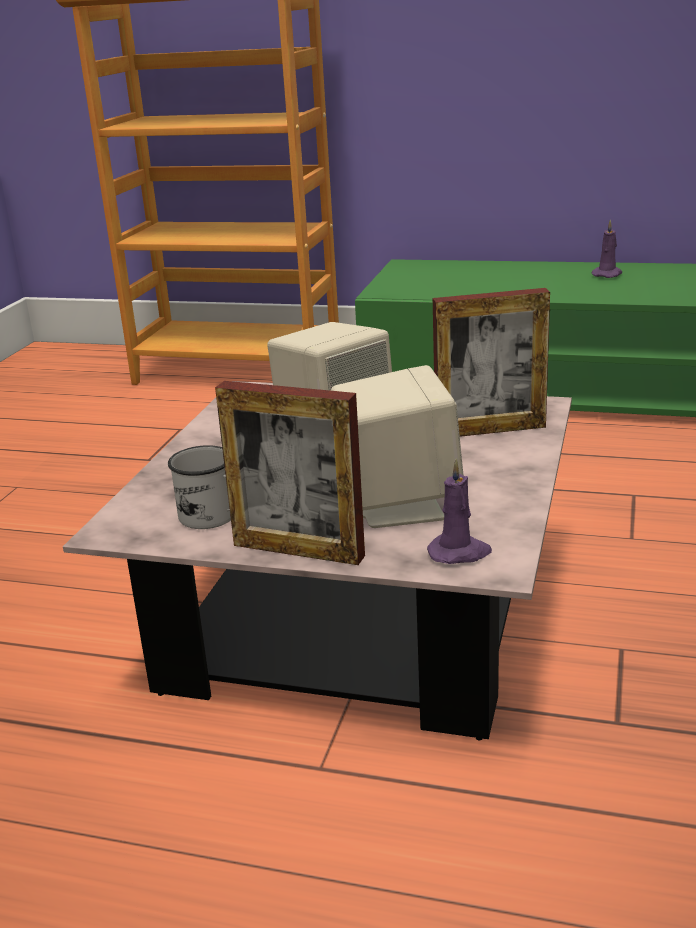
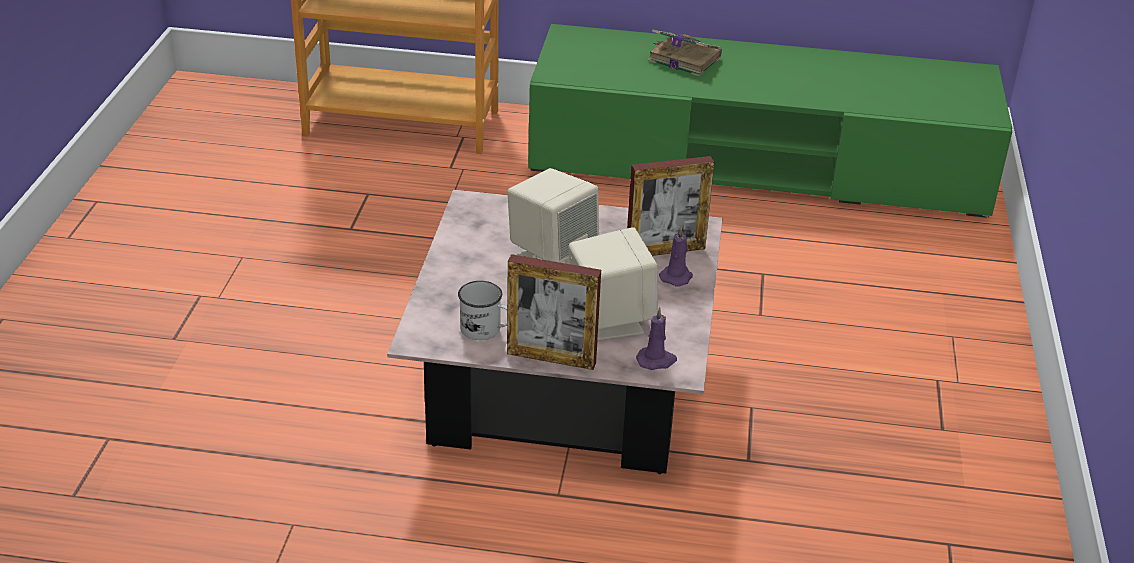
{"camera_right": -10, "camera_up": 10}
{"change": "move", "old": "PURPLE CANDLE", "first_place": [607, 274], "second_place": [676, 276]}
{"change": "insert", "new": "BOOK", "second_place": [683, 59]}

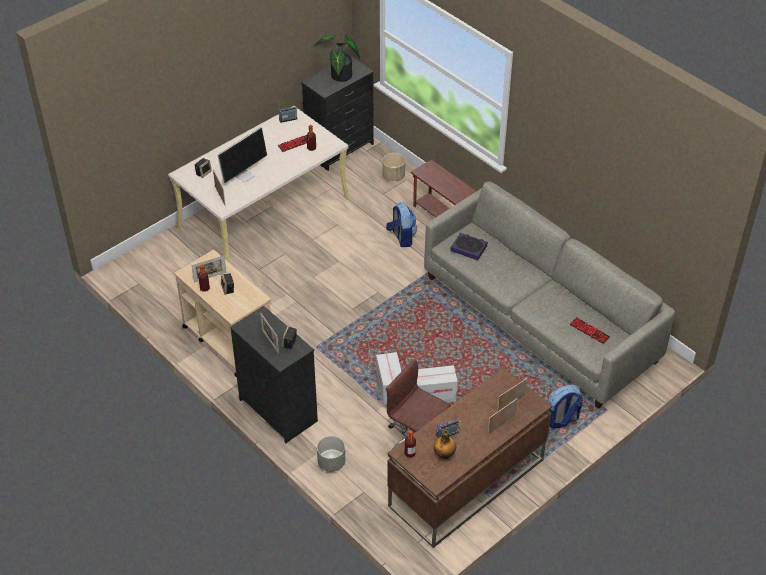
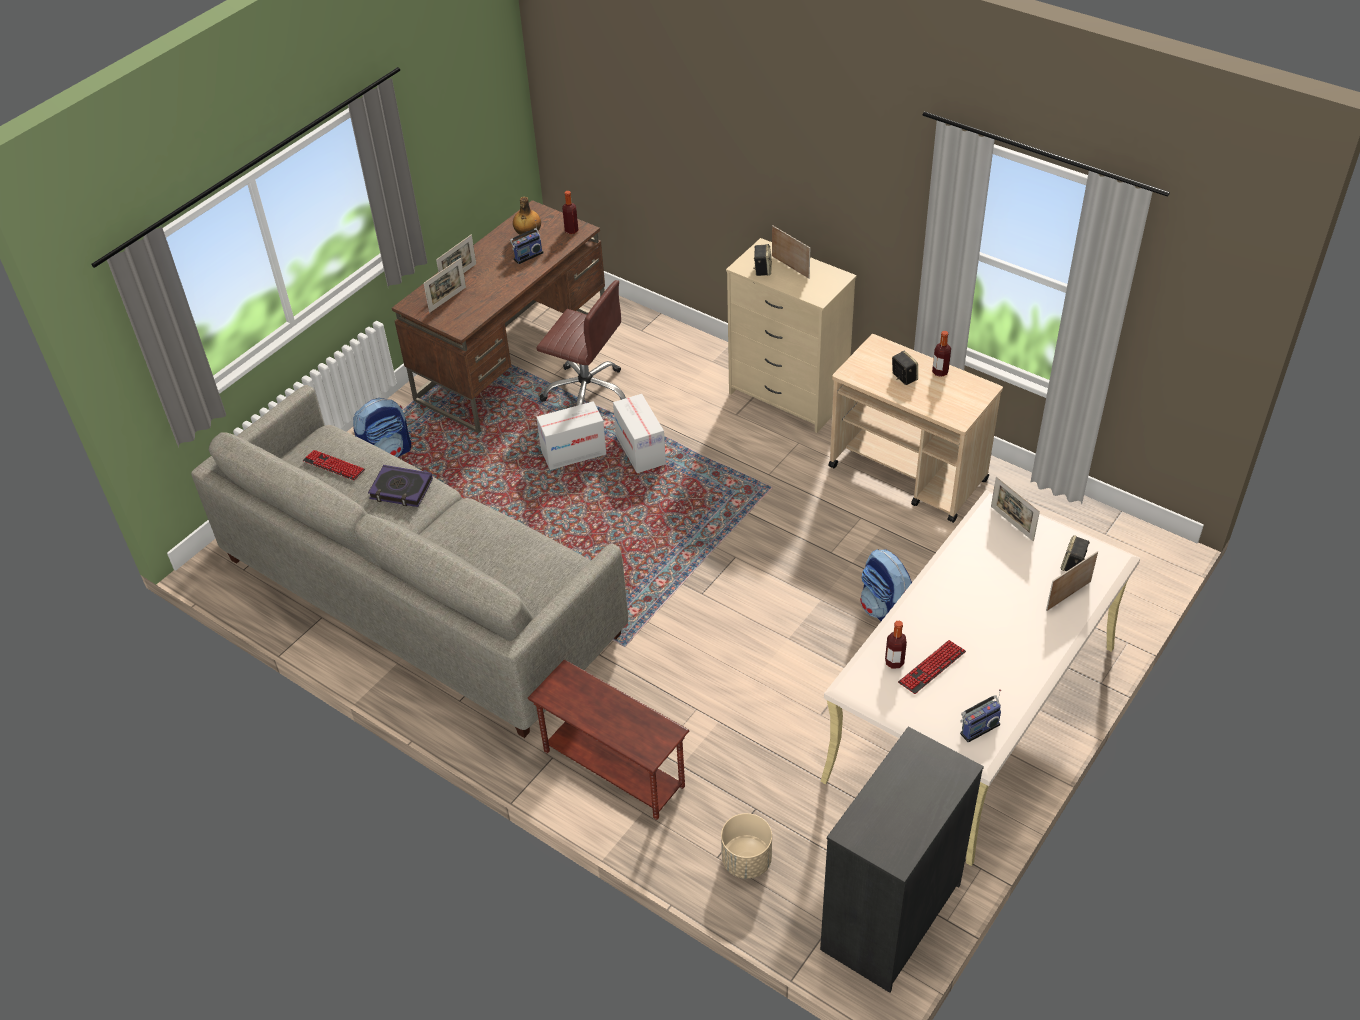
{"camera_right": 170, "camera_up": 0}
{"change": "move", "old": "PICTURE FRAME", "first_place": [210, 277], "second_place": [1068, 596]}
{"change": "delete", "old": "MONITOR", "first_place": [244, 175]}
{"change": "recolor", "old": "BLACK DRESSER", "new": "BEIGE DRESSER", "first_place": [278, 410], "second_place": [787, 397]}
{"change": "delete", "old": "POTTED PLANT", "first_place": [339, 77]}
{"change": "delete", "old": "GREY PLANTER", "first_place": [331, 463]}
{"change": "move", "old": "BACKPACK", "first_place": [401, 237], "second_place": [886, 611]}
{"change": "move", "old": "BOOK", "first_place": [469, 248], "second_place": [401, 489]}

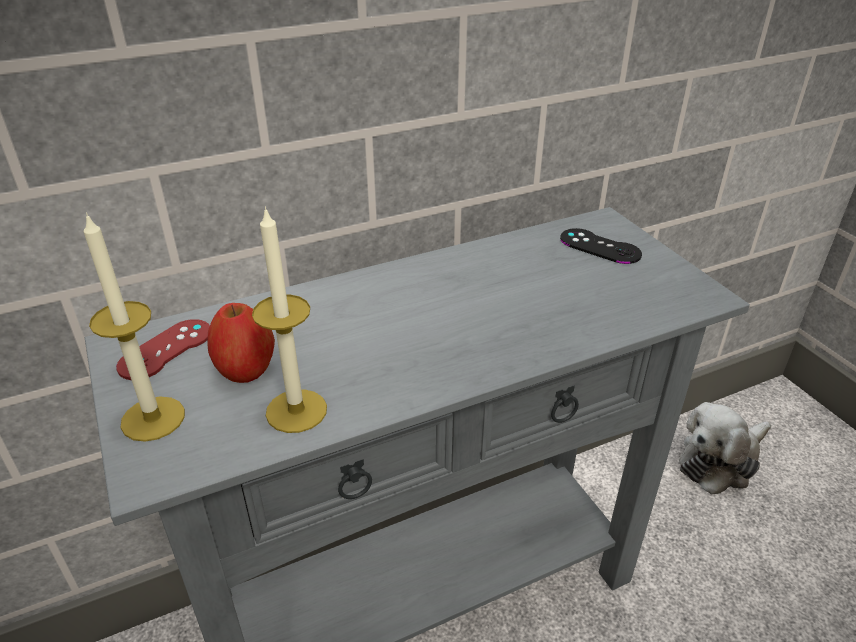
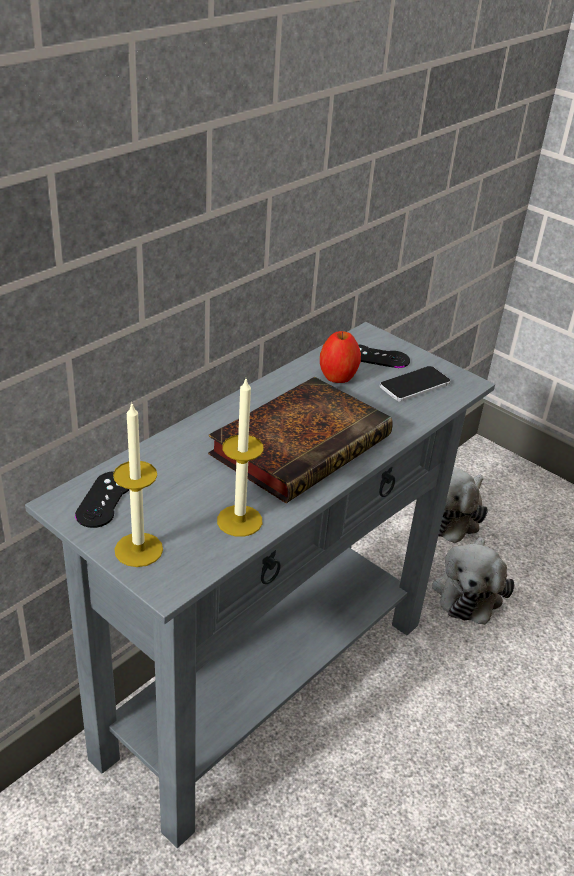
{"camera_right": -25, "camera_up": 0}
{"change": "recolor", "old": "RED GAME CONTROLLER", "new": "BLACK GAME CONTROLLER", "first_place": [166, 349], "second_place": [104, 499]}
{"change": "move", "old": "APPLE", "first_place": [246, 371], "second_place": [338, 377]}
{"change": "insert", "new": "BOOK", "second_place": [302, 444]}
{"change": "insert", "new": "PHONE", "second_place": [414, 385]}
{"change": "insert", "new": "PLUSH TOY", "second_place": [468, 591]}

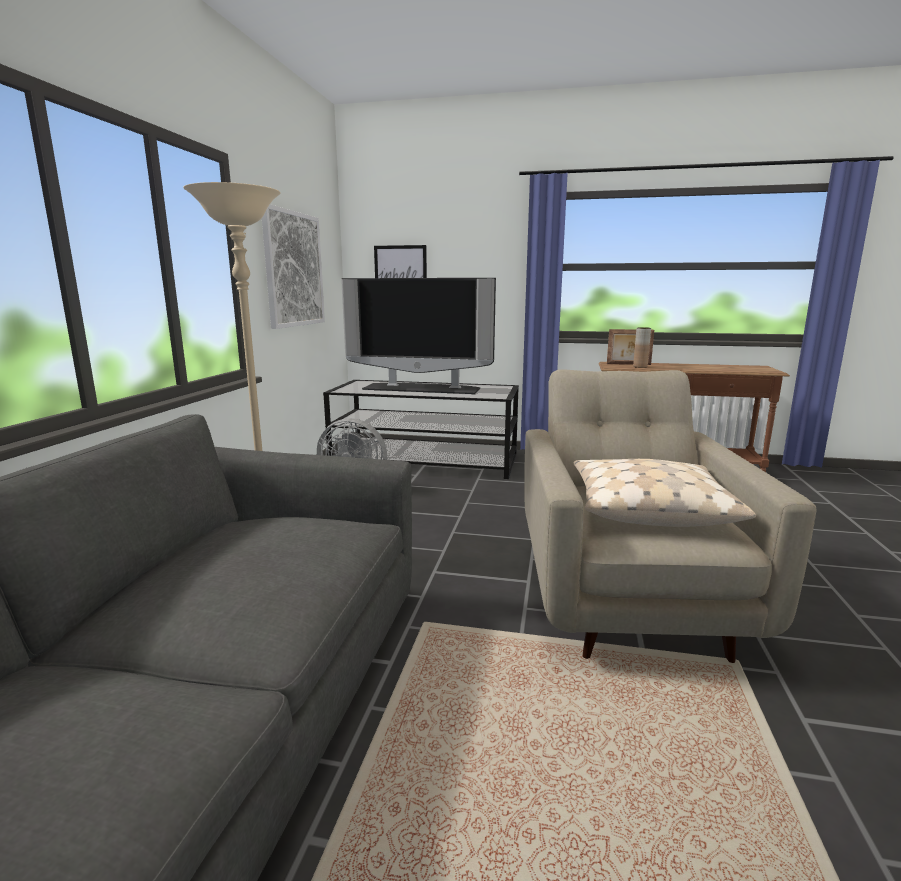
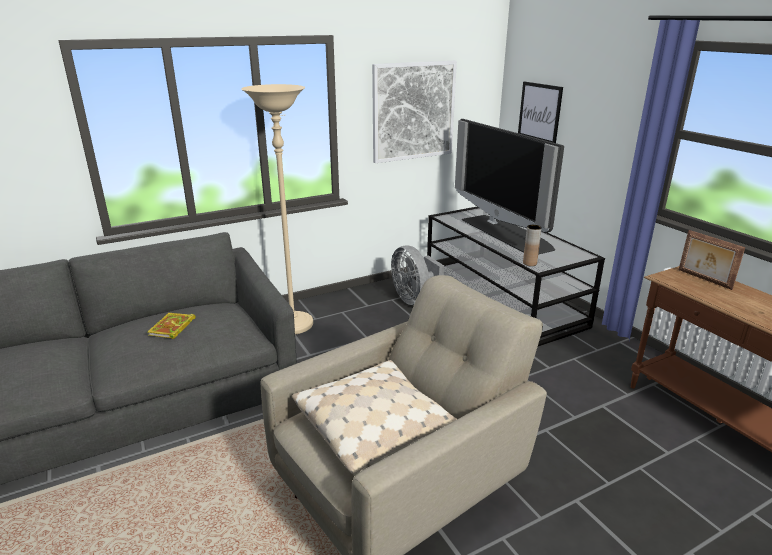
{"camera_right": 50, "camera_up": 10}
{"change": "move", "old": "BROWN VASE", "first_place": [640, 367], "second_place": [529, 263]}
{"change": "insert", "new": "BOOK", "second_place": [172, 328]}

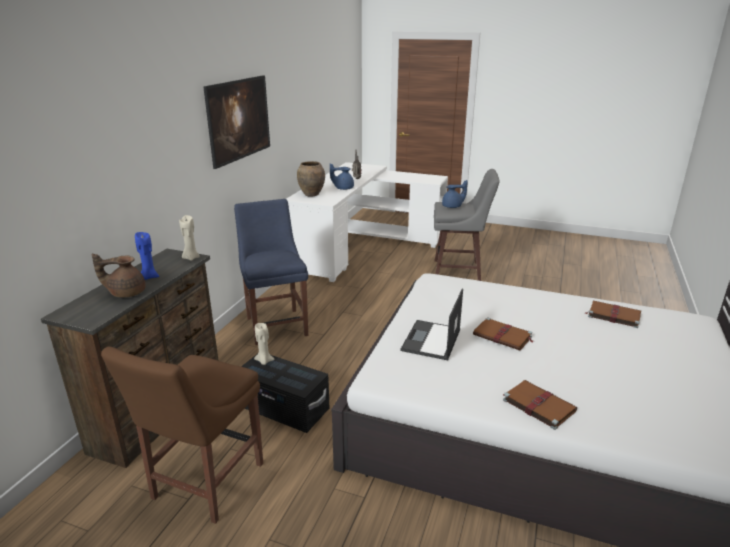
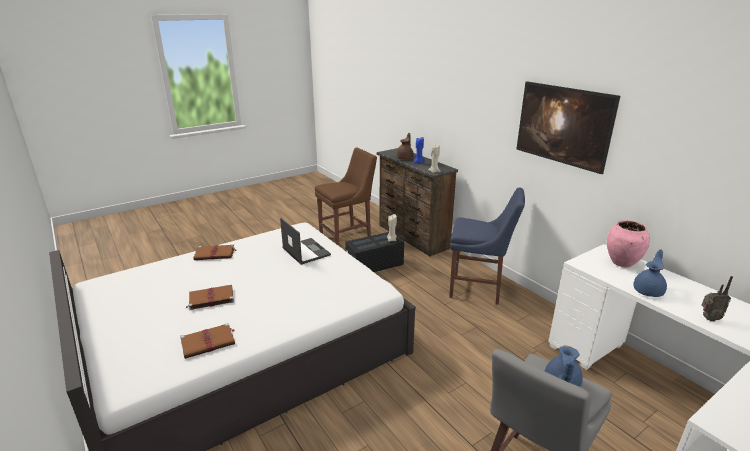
{"camera_right": 125, "camera_up": 0}
{"change": "rotate", "old": "BROWN CHAIR", "first_place": [204, 484], "second_place": [347, 237], "degrees": 90}
{"change": "recolor", "old": "BROWN VASE", "new": "PINK VASE", "first_place": [311, 194], "second_place": [622, 263]}
{"change": "move", "old": "BROWN BOOK", "first_place": [503, 336], "second_place": [210, 299]}

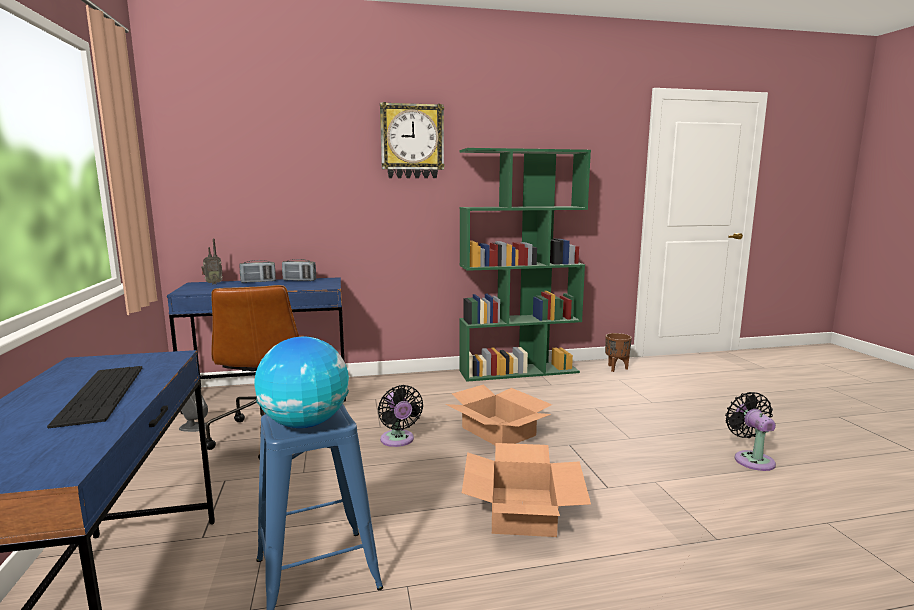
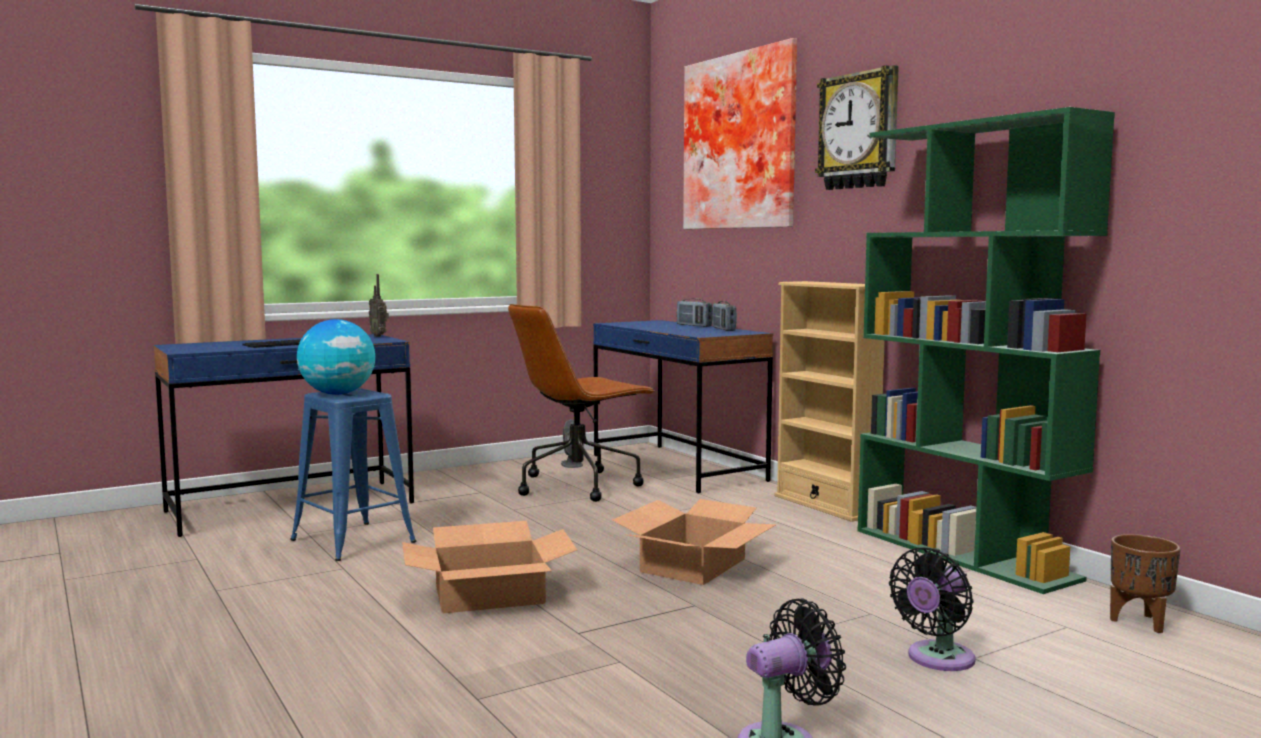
{"camera_right": 70, "camera_up": -5}
{"change": "move", "old": "RADIO", "first_place": [213, 283], "second_place": [379, 336]}
{"change": "move", "old": "BLACK FAN", "first_place": [398, 440], "second_place": [937, 659]}
{"change": "insert", "new": "PICTURE", "second_place": [742, 142]}
{"change": "insert", "new": "BEIGE BOOKCASE", "second_place": [825, 505]}

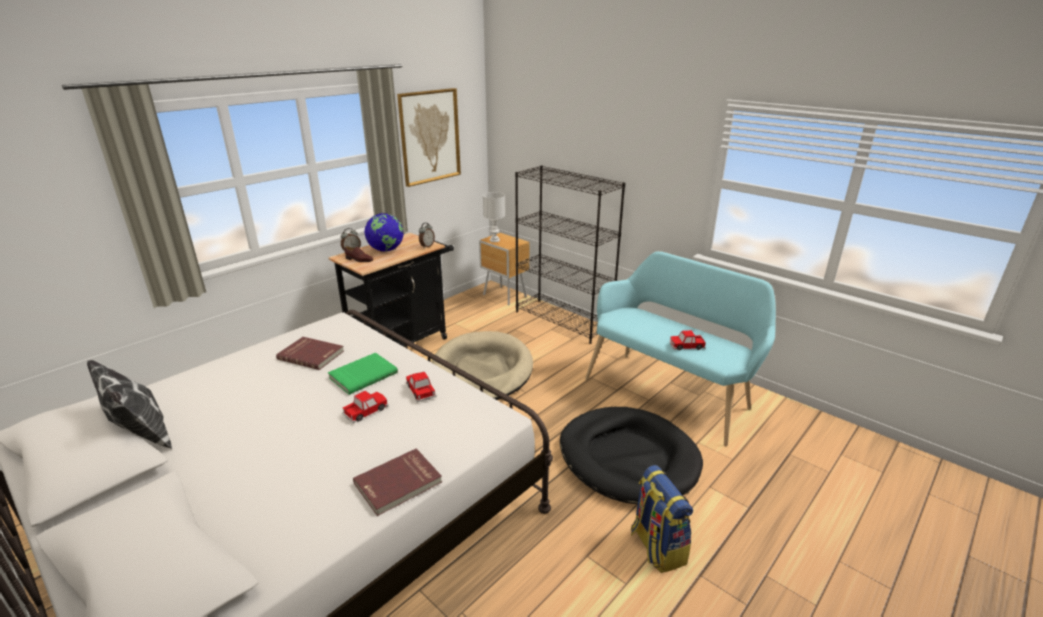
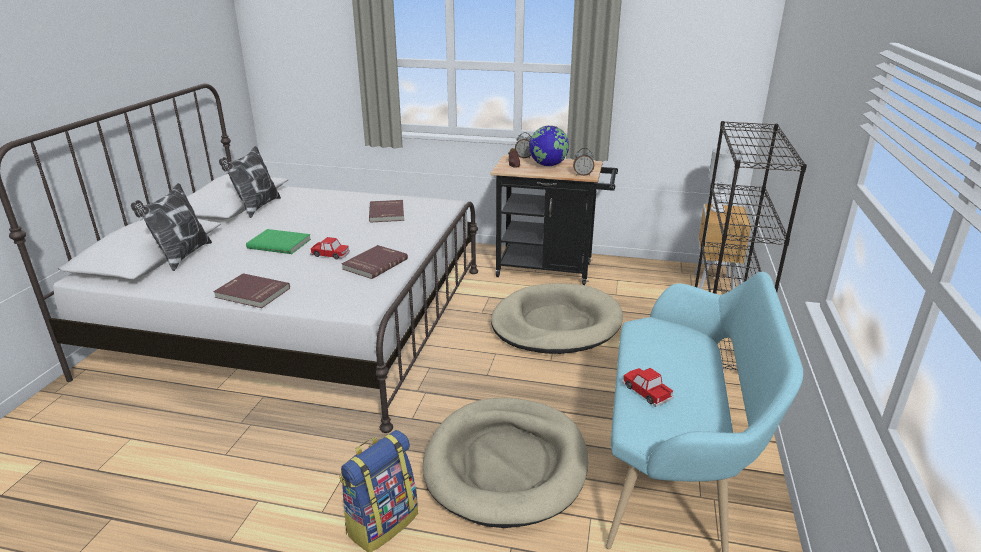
{"camera_right": 60, "camera_up": 0}
{"change": "move", "old": "GREEN BOOK", "first_place": [362, 375], "second_place": [280, 243]}
{"change": "delete", "old": "PICTURE", "first_place": [429, 136]}
{"change": "replace", "old": "TOY CAR", "new": "RED BOOK", "first_place": [420, 390], "second_place": [374, 264]}
{"change": "recolor", "old": "BLACK DOG BED", "new": "BEIGE DOG BED", "first_place": [628, 458], "second_place": [506, 464]}
{"change": "insert", "new": "PILLOW", "second_place": [181, 256]}

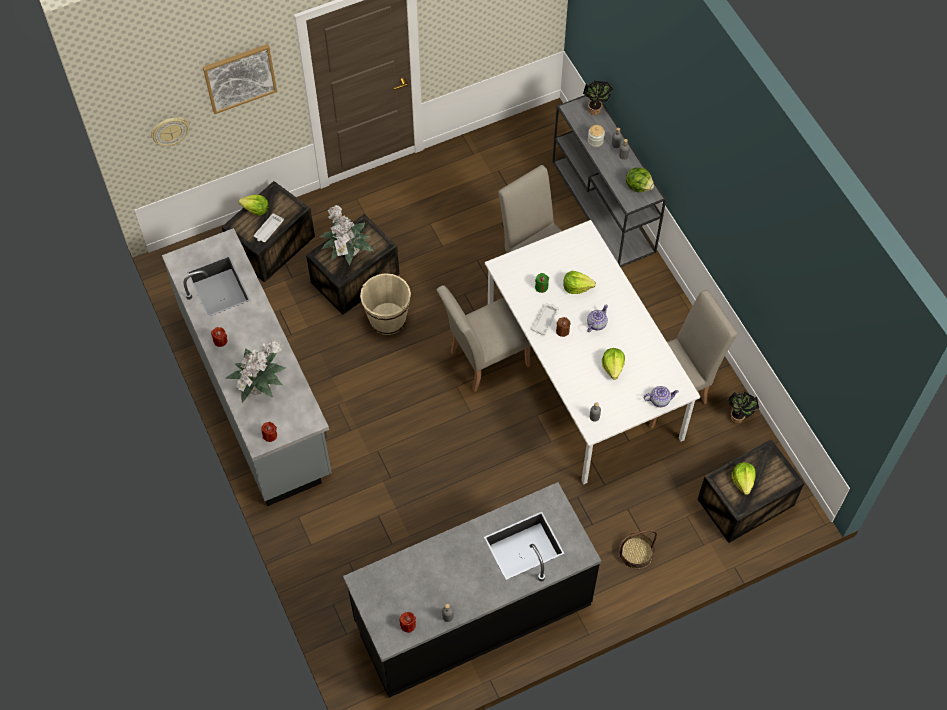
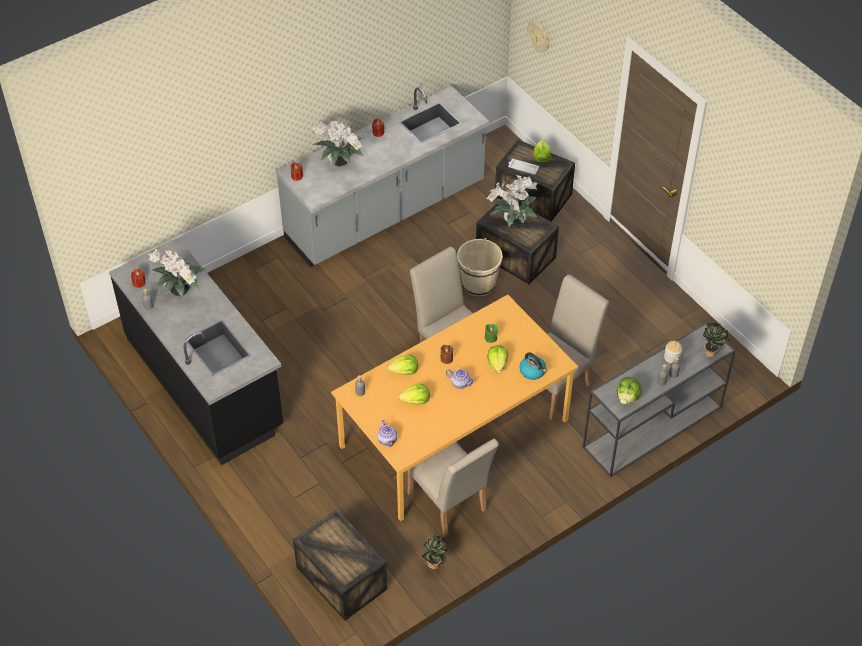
{"camera_right": 80, "camera_up": -10}
{"change": "delete", "old": "PICTURE", "first_place": [239, 77]}
{"change": "recolor", "old": "WHITE DINING TABLE", "new": "ORANGE DINING TABLE", "first_place": [582, 375], "second_place": [454, 432]}
{"change": "delete", "old": "WHITE TRAY", "first_place": [545, 319]}
{"change": "delete", "old": "BASKET", "first_place": [636, 553]}
{"change": "move", "old": "LETTUCE", "first_place": [743, 481], "second_place": [404, 371]}
{"change": "insert", "new": "POTTED PLANT", "second_place": [180, 293]}
{"change": "insert", "new": "KETTLE", "second_place": [533, 371]}

